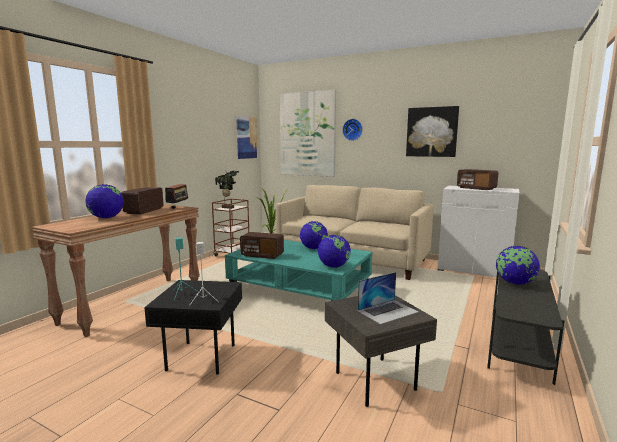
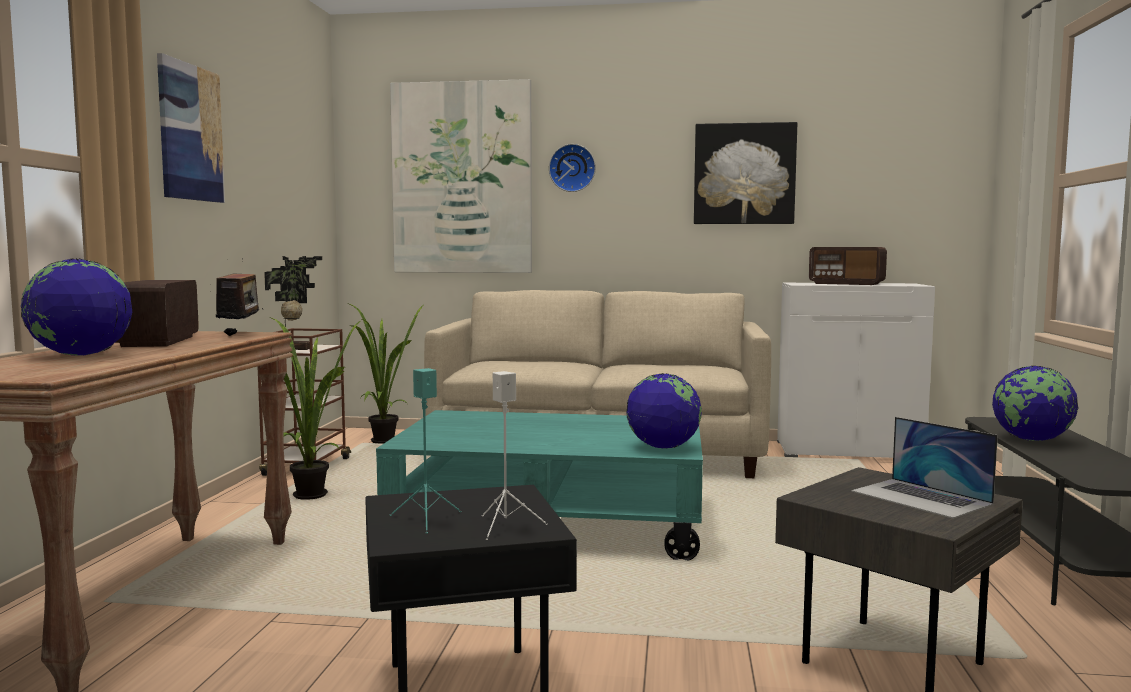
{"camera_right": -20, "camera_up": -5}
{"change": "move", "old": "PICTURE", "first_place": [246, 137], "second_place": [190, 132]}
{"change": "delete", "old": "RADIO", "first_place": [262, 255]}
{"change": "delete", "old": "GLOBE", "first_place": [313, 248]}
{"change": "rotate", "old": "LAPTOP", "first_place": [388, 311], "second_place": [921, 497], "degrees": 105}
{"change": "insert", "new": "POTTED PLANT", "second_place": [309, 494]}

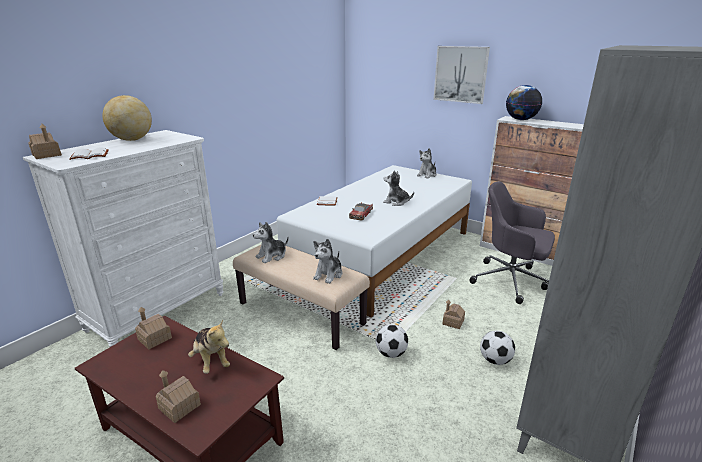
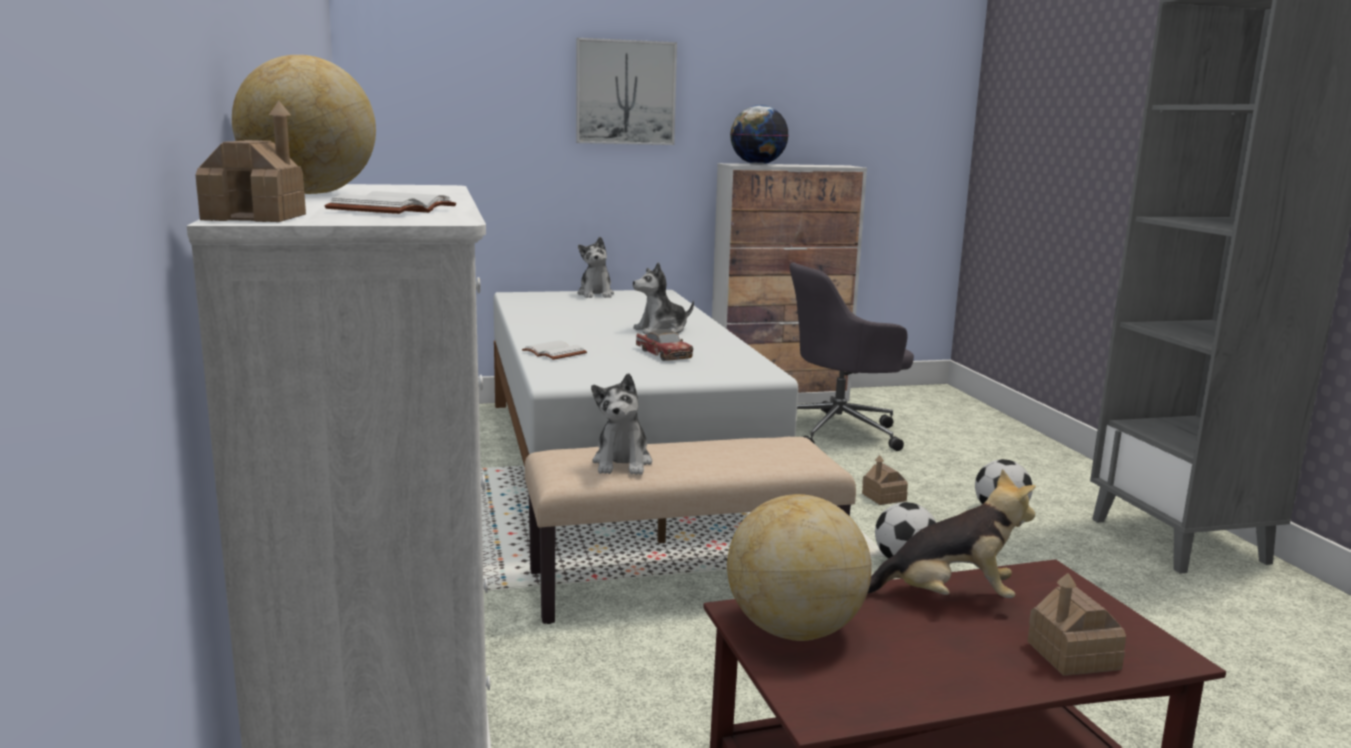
{"camera_right": -50, "camera_up": -10}
{"change": "replace", "old": "TOY HOUSE", "new": "GLOBE", "first_place": [154, 338], "second_place": [793, 630]}
{"change": "delete", "old": "PLUSH TOY", "first_place": [328, 275]}

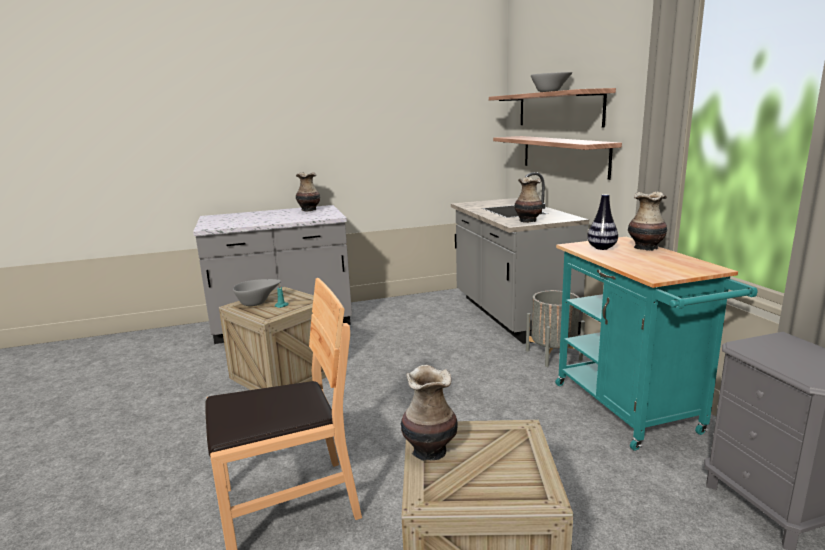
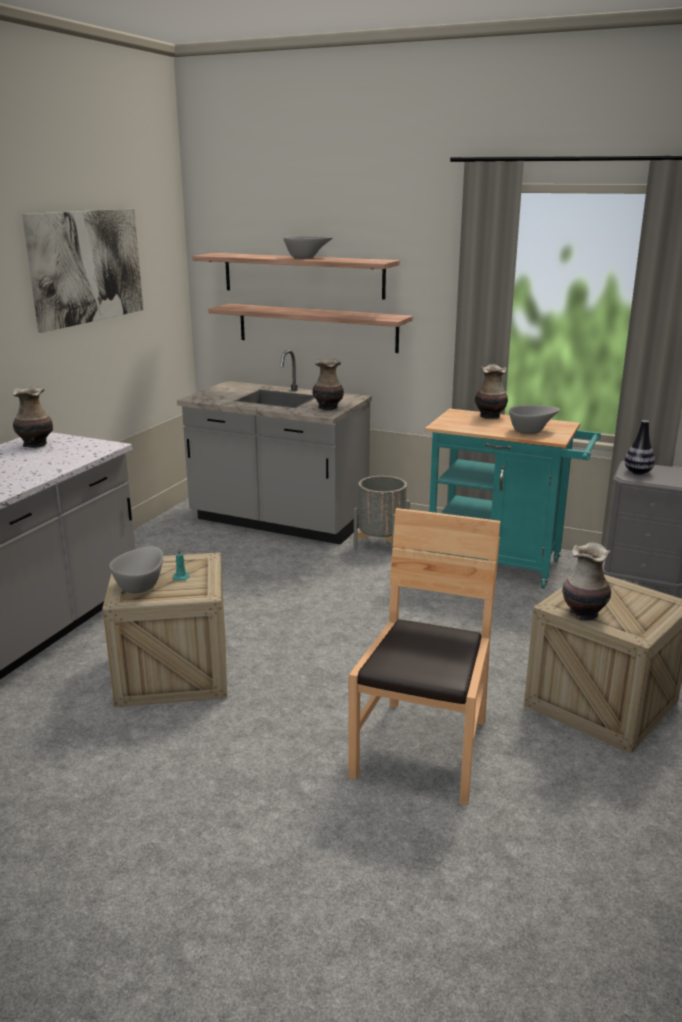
{"camera_right": -50, "camera_up": 5}
{"change": "move", "old": "VASE", "first_place": [601, 248], "second_place": [638, 472]}
{"change": "insert", "new": "PICTURE", "second_place": [87, 267]}
{"change": "insert", "new": "GREY BOWL", "second_place": [531, 431]}

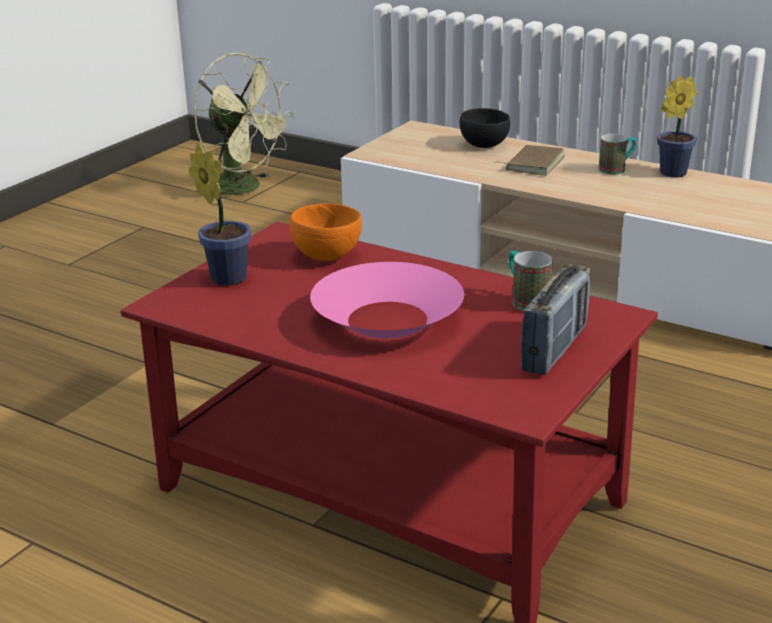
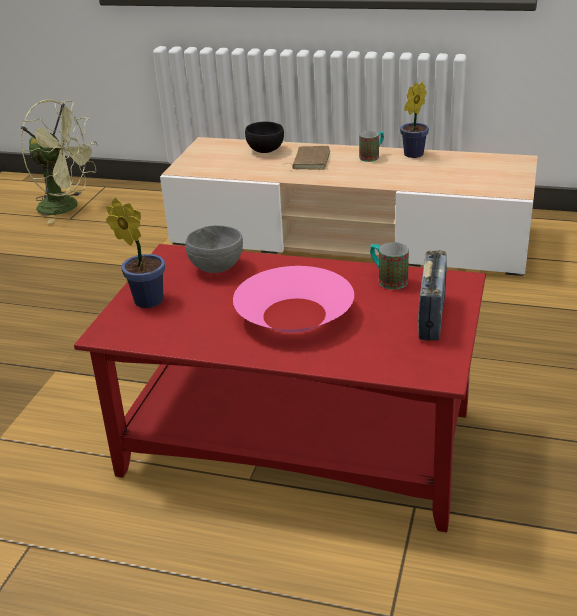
{"camera_right": -15, "camera_up": 5}
{"change": "recolor", "old": "ORANGE BOWL", "new": "GREY BOWL", "first_place": [326, 256], "second_place": [216, 268]}

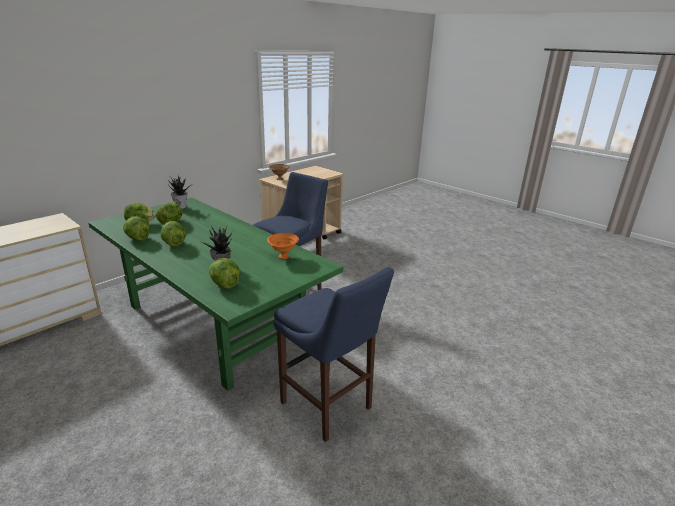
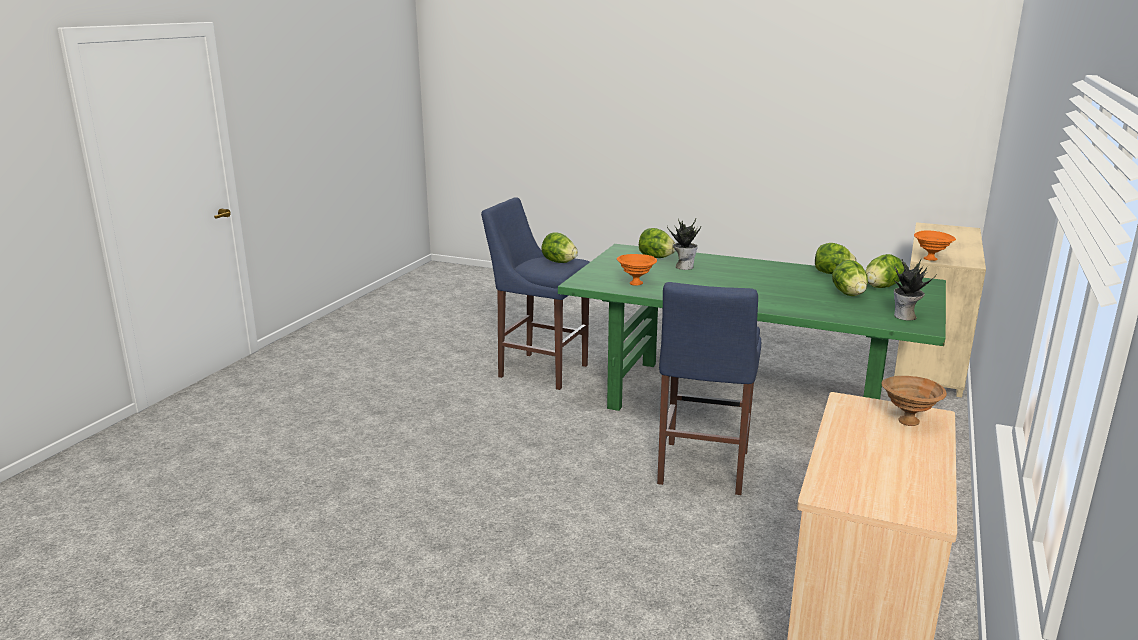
{"camera_right": 160, "camera_up": -5}
{"change": "move", "old": "LETTUCE", "first_place": [174, 244], "second_place": [559, 262]}
{"change": "insert", "new": "ORANGE BOWL", "second_place": [931, 259]}

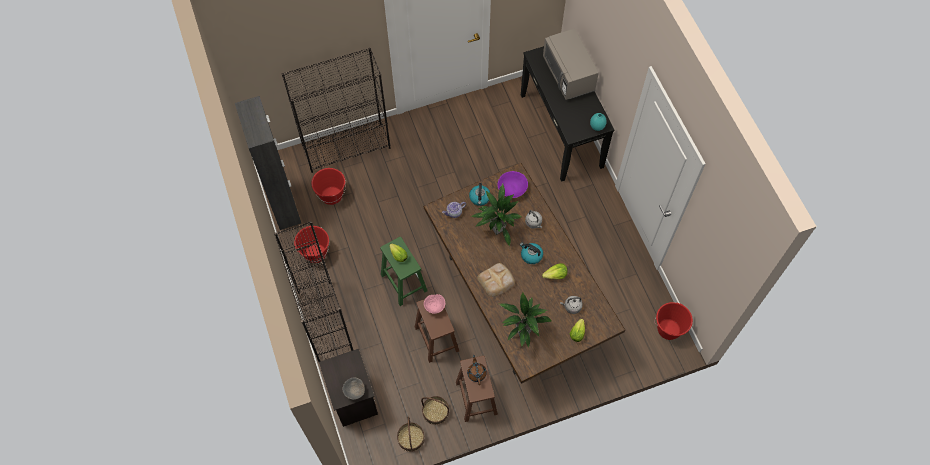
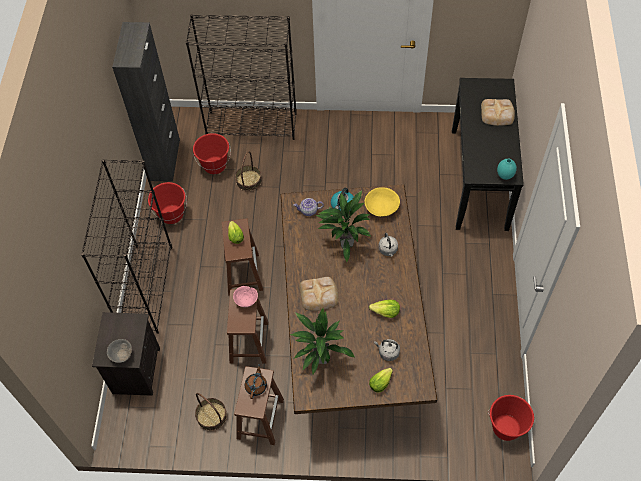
{"camera_right": 25, "camera_up": -5}
{"change": "recolor", "old": "GREEN STOOL", "new": "BROWN STOOL", "first_place": [403, 282], "second_place": [243, 273]}
{"change": "move", "old": "BASKET", "first_place": [411, 438], "second_place": [248, 180]}
{"change": "recolor", "old": "PURPLE BOWL", "new": "YELLOW BOWL", "first_place": [512, 189], "second_place": [381, 207]}
{"change": "delete", "old": "KETTLE", "first_place": [531, 255]}
{"change": "replace", "old": "GREY MICROWAVE", "new": "BREAD", "first_place": [568, 75], "second_place": [497, 114]}

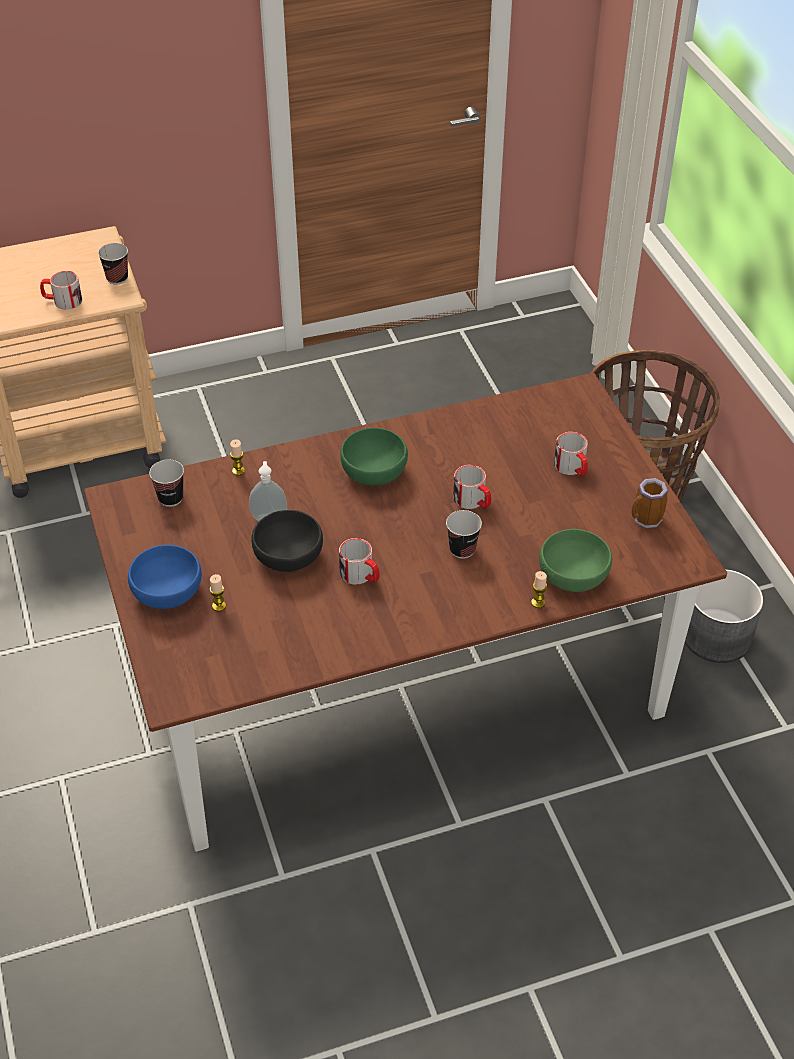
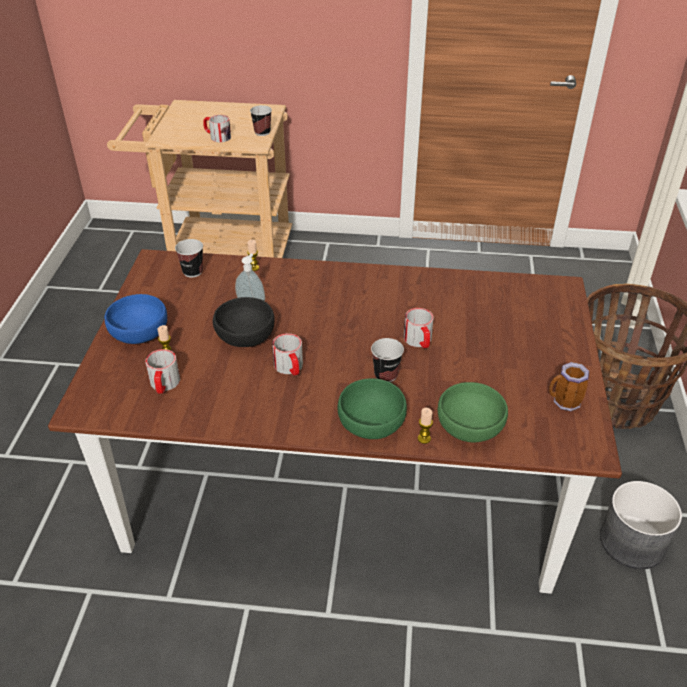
{"camera_right": 25, "camera_up": -5}
{"change": "move", "old": "GREEN BOWL", "first_place": [373, 471], "second_place": [371, 422]}
{"change": "move", "old": "MUG", "first_place": [572, 468], "second_place": [164, 384]}

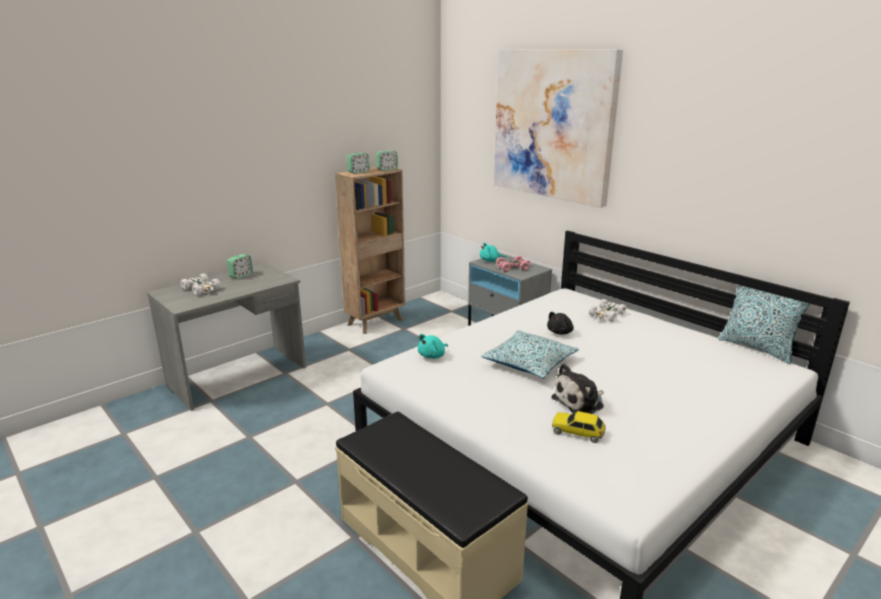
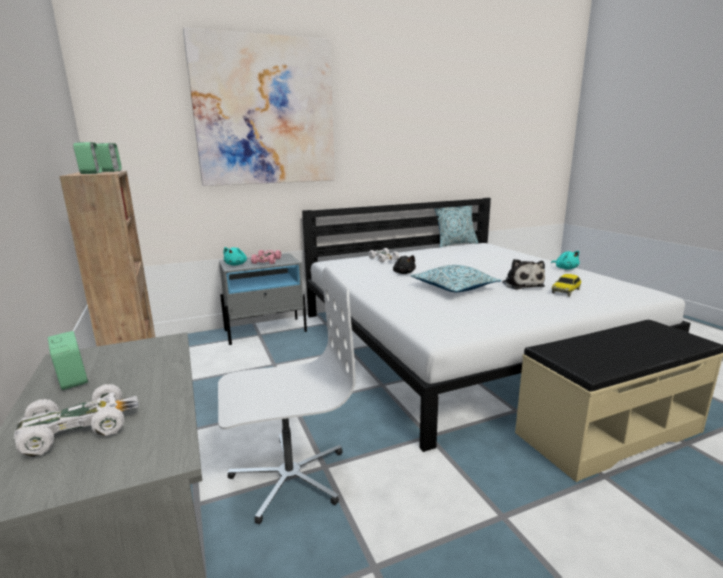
{"camera_right": -70, "camera_up": -5}
{"change": "move", "old": "TURQUOISE PLUSH TOY", "first_place": [433, 356], "second_place": [565, 268]}
{"change": "insert", "new": "WHITE OFFICE CHAIR", "second_place": [289, 476]}

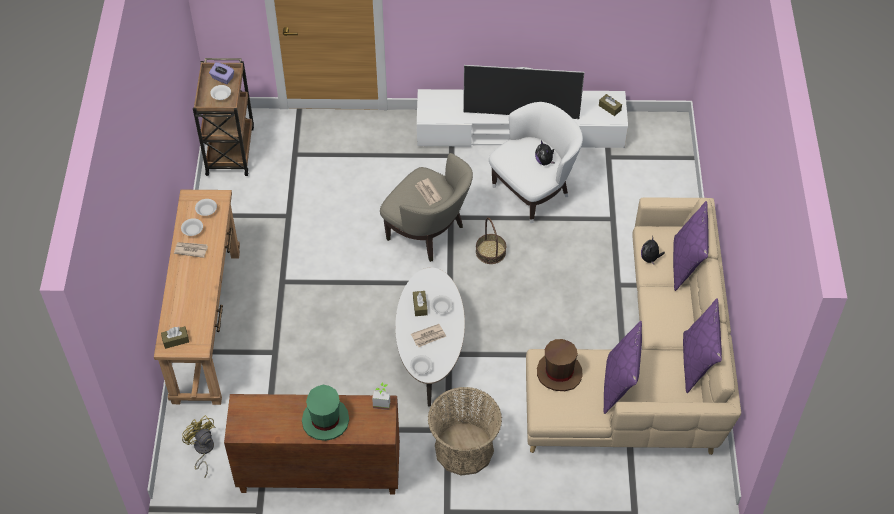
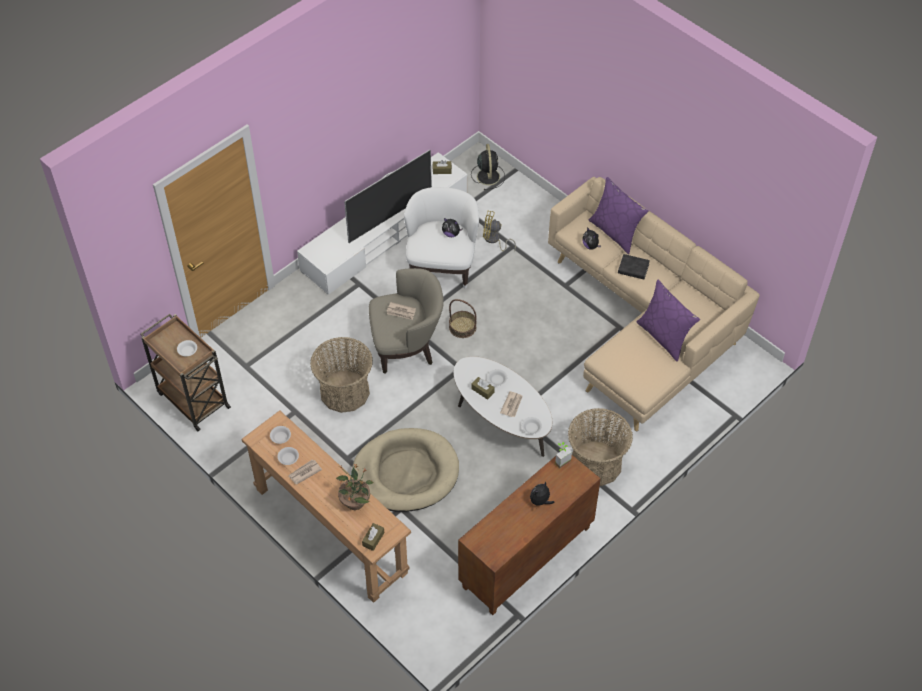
{"camera_right": -45, "camera_up": 0}
{"change": "move", "old": "YELLOW FAN", "first_place": [203, 450], "second_place": [494, 240]}
{"change": "delete", "old": "PURPLE TISSUE BOX", "first_place": [222, 78]}
{"change": "replace", "old": "GREEN HAT", "new": "PLUSH TOY", "first_place": [325, 420], "second_place": [540, 501]}
{"change": "delete", "old": "BROWN HAT", "first_place": [559, 372]}
{"change": "delete", "old": "PURPLE PILLOW", "first_place": [697, 363]}
{"change": "insert", "new": "BASKET", "second_place": [344, 392]}
{"change": "insert", "new": "POTTED PLANT", "second_place": [355, 501]}
{"change": "insert", "new": "BEIGE DOG BED", "second_place": [405, 473]}
{"change": "insert", "new": "BLACK FAN", "second_place": [488, 176]}
{"change": "insert", "new": "BLACK BOOK", "second_place": [633, 269]}

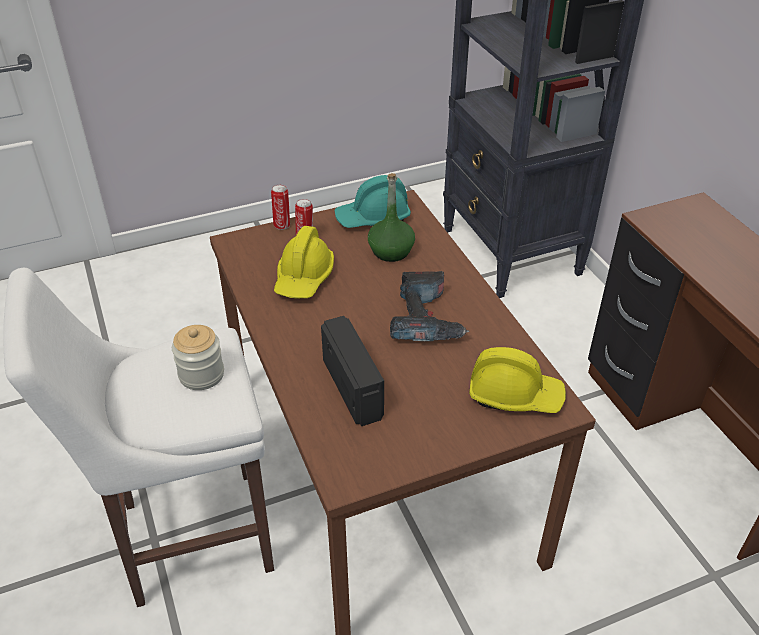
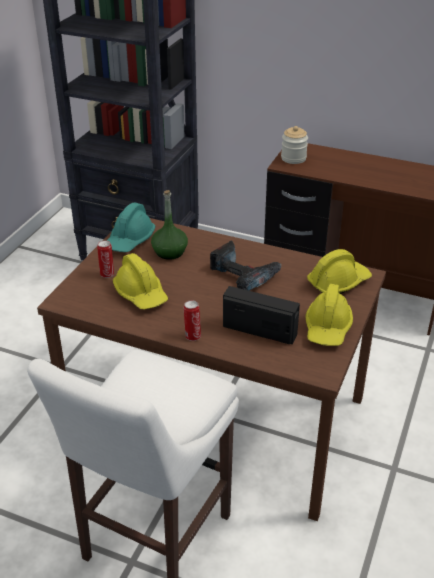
{"camera_right": -45, "camera_up": -5}
{"change": "move", "old": "JAR", "first_place": [201, 374], "second_place": [293, 158]}
{"change": "move", "old": "CAN", "first_place": [282, 225], "second_place": [192, 336]}
{"change": "insert", "new": "YELLOW HARD HAT", "second_place": [328, 328]}

